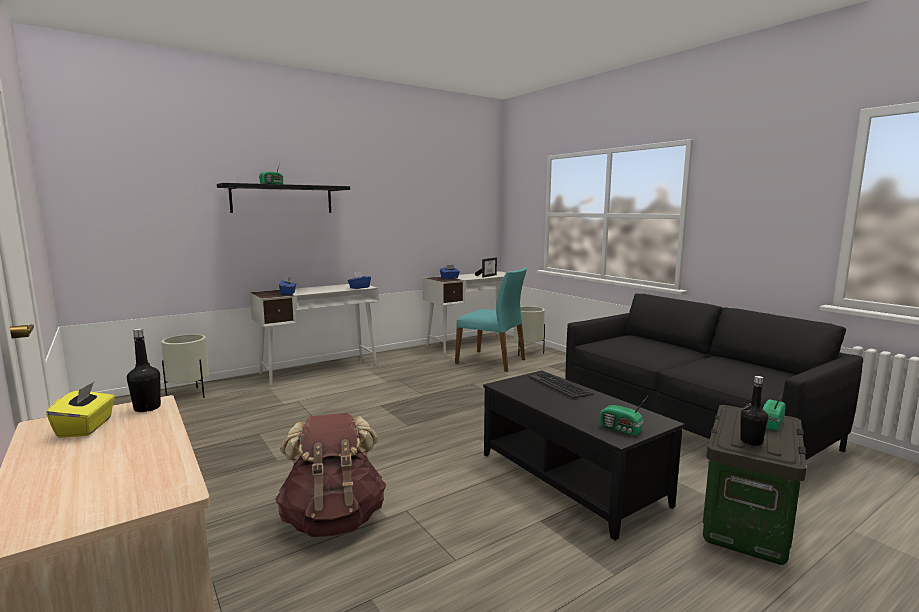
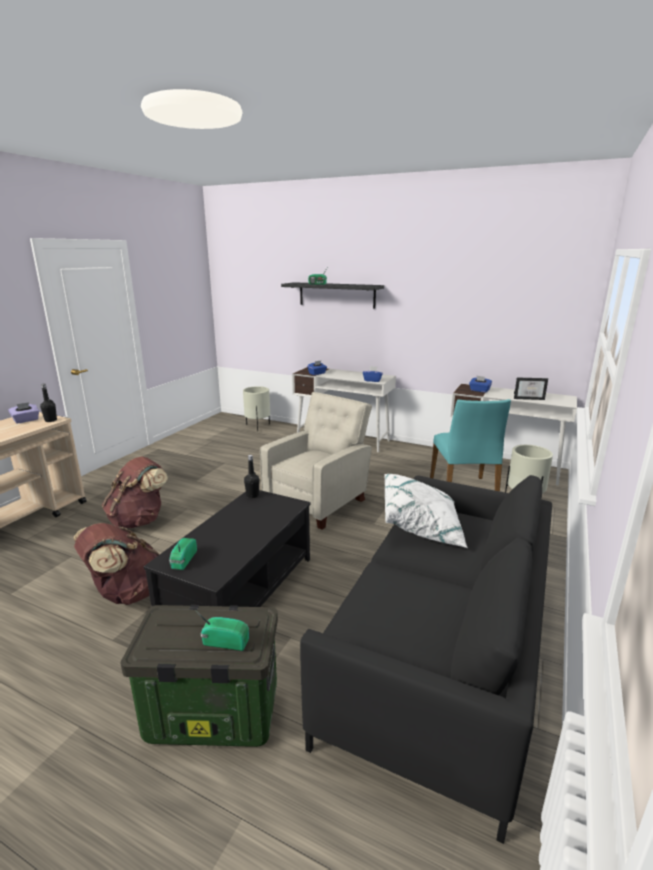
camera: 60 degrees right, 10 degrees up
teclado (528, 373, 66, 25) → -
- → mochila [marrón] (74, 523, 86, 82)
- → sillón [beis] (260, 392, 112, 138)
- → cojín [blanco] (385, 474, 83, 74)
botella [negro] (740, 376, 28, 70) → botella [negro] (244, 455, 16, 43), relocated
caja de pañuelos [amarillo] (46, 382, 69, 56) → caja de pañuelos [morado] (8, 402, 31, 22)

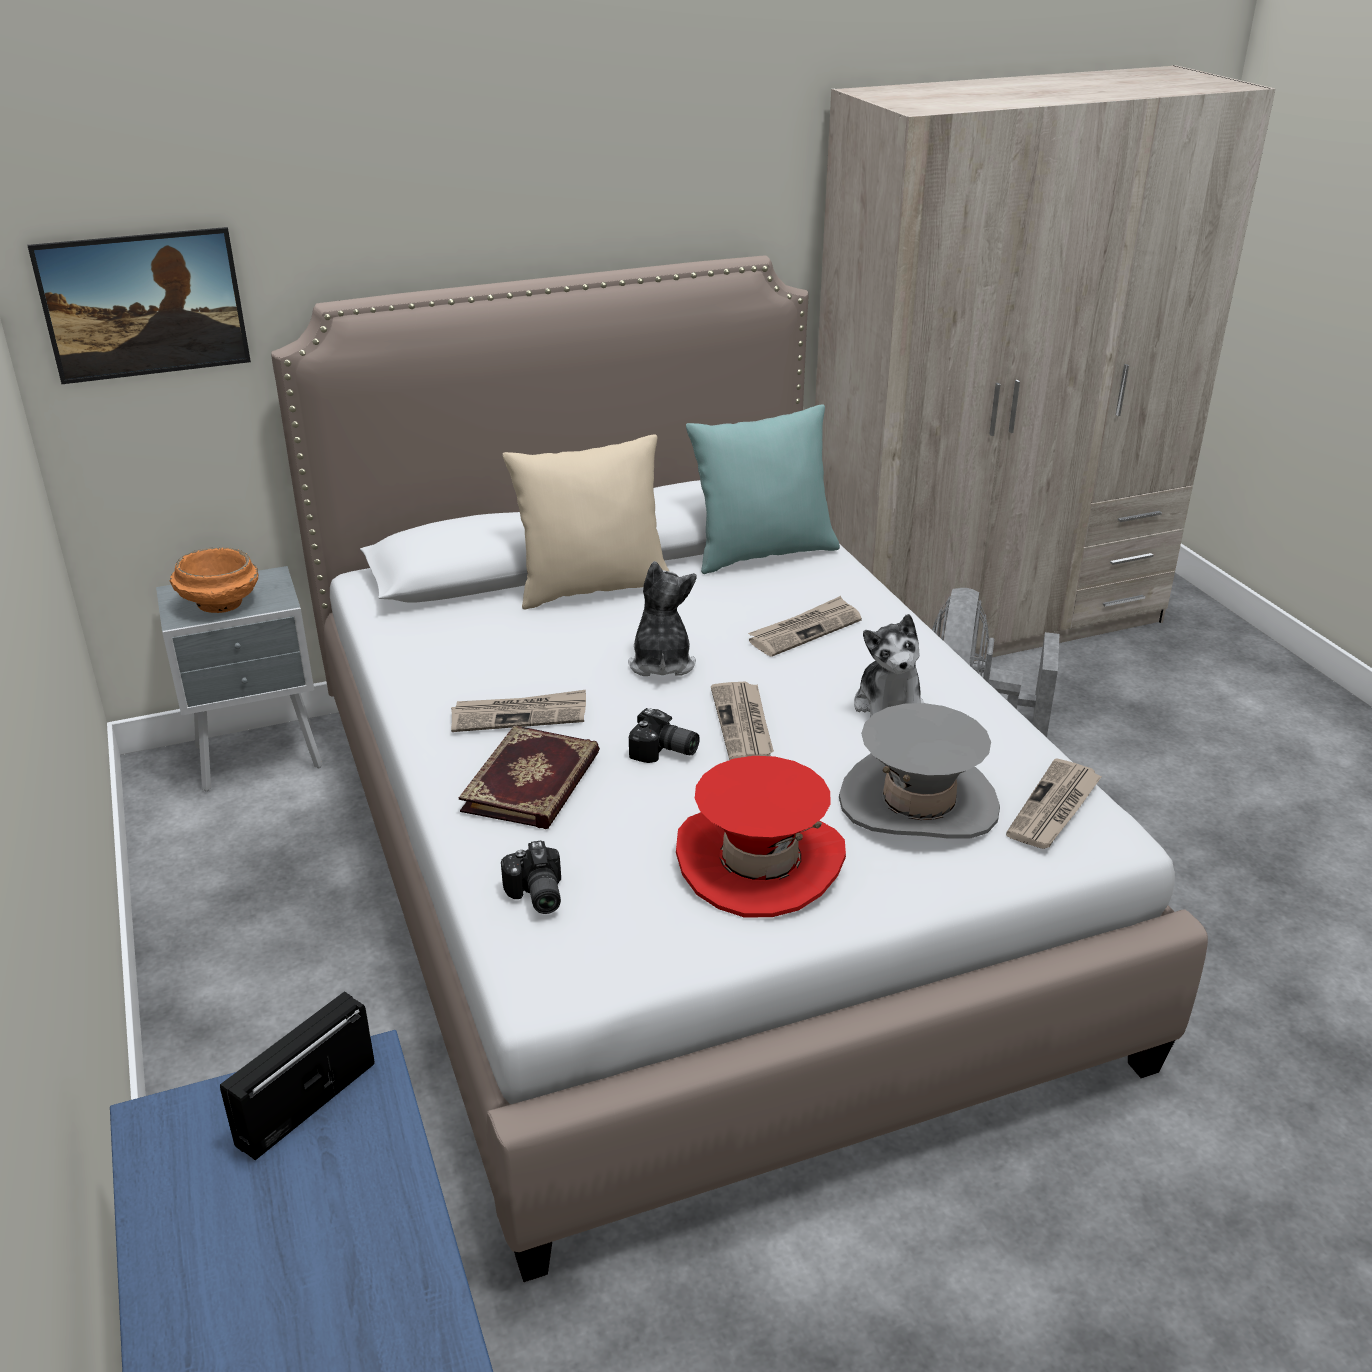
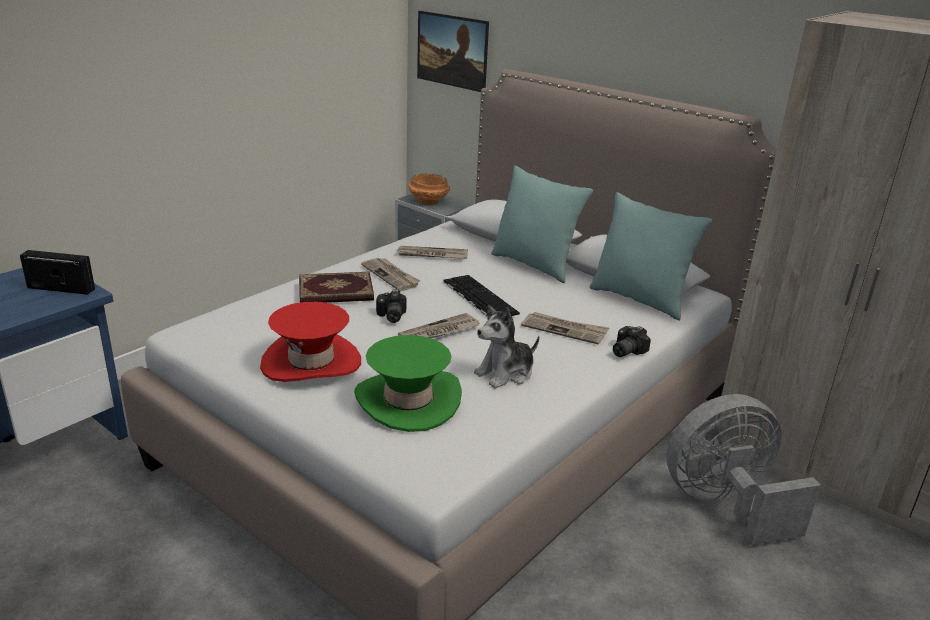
camera: 60 degrees right, 5 degrees down
cámara (501, 841, 60, 73) → cámara (613, 326, 38, 31), relocated
periódico (1006, 758, 96, 91) → periódico (396, 246, 72, 13), relocated
peluche (628, 561, 69, 115) → teclado (443, 275, 77, 42)
cojín [beis] (503, 434, 166, 176) → cojín [turquesa] (491, 165, 102, 118)
sombrero [gris] (839, 703, 161, 136) → sombrero [verde] (354, 335, 108, 97)

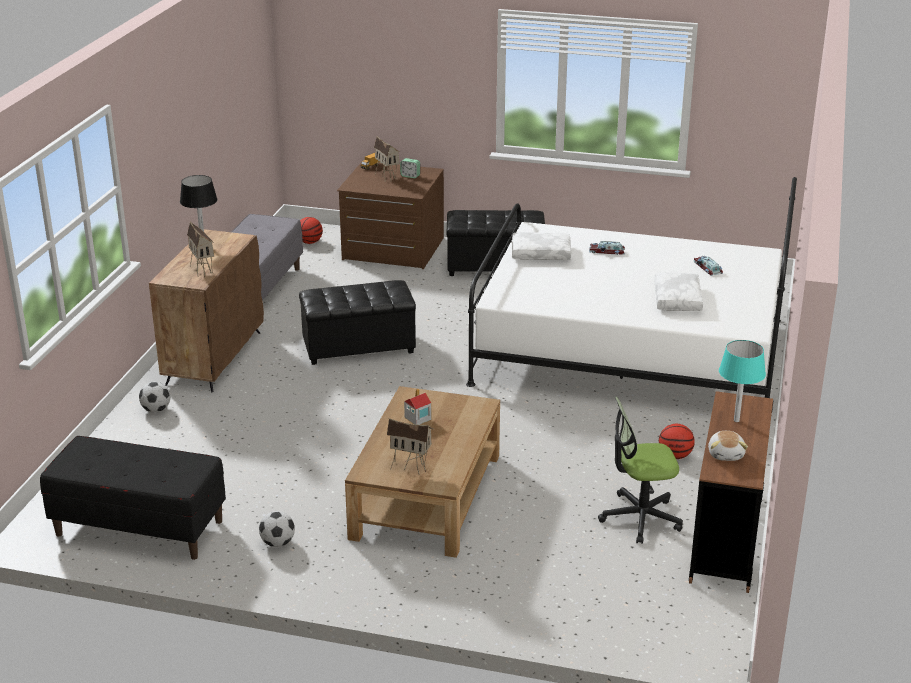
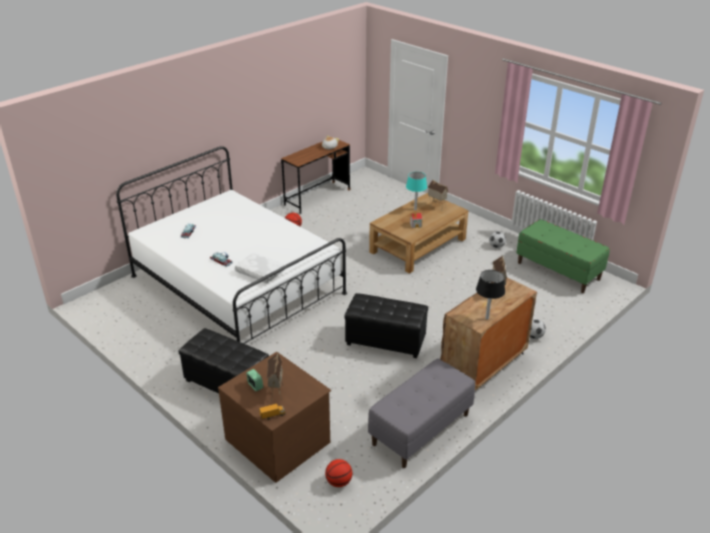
camera: 150 degrees left, 5 degrees up
silla de oficina (598, 396, 85, 148) → -
cojín [blanco] (654, 272, 49, 39) → -
lámpara de mesa [turquesa] (719, 340, 47, 82) → lámpara de mesa [turquesa] (406, 172, 21, 38), relocated
banco [negro] (40, 436, 186, 124) → banco [verde] (516, 219, 94, 74)

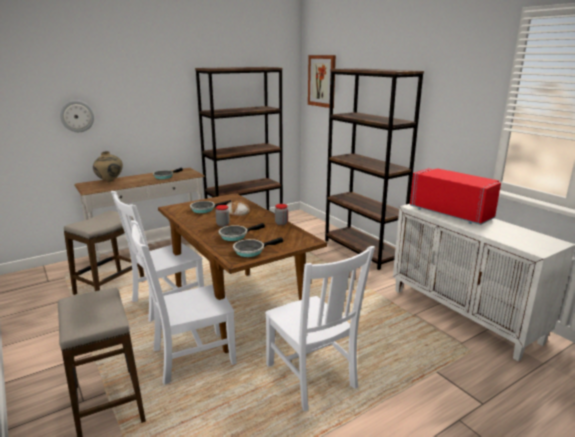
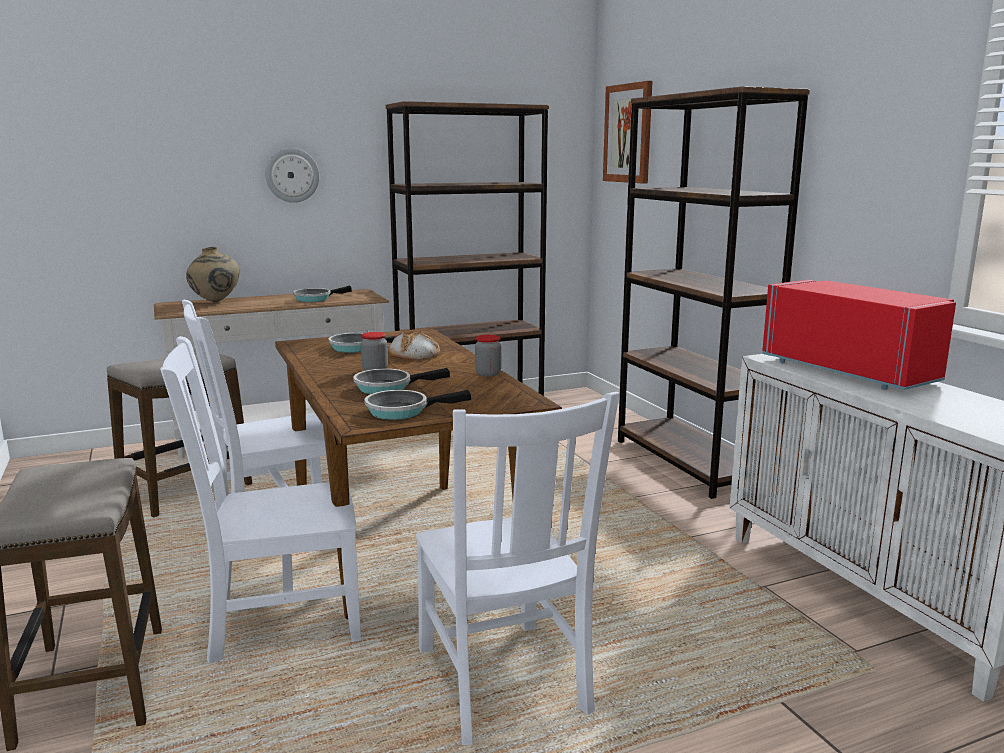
camera: 10 degrees right, 5 degrees down
reloj de pared (60, 100, 34, 32) → reloj de pared (265, 148, 54, 55), relocated

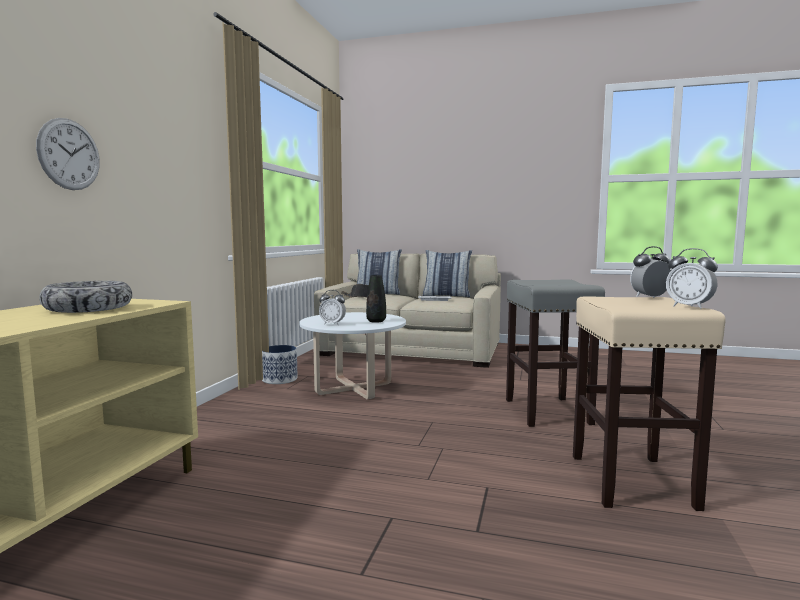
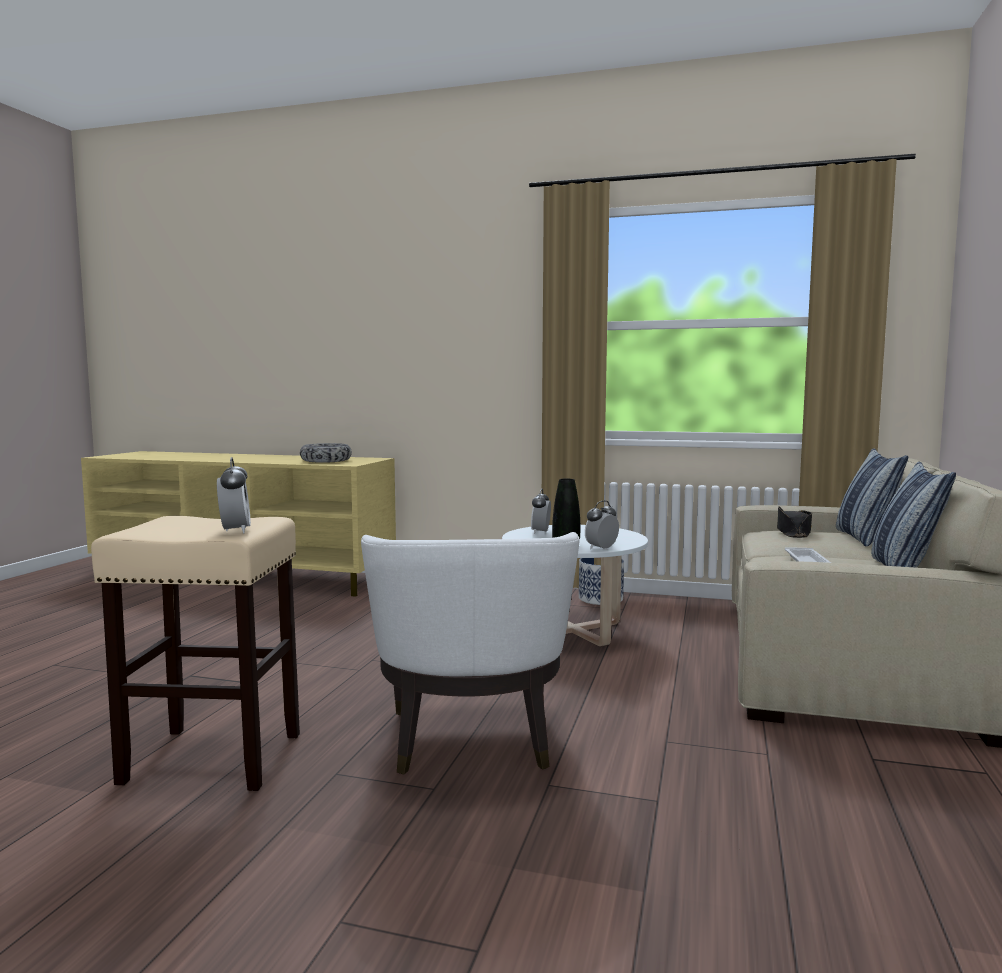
camera: 90 degrees right, 0 degrees up
reloj de pared (36, 118, 64, 72) → -
despertador (666, 248, 52, 61) → despertador (585, 501, 34, 49), relocated
taburete [gris] (506, 279, 99, 148) → sillón [blanco] (361, 532, 218, 243)

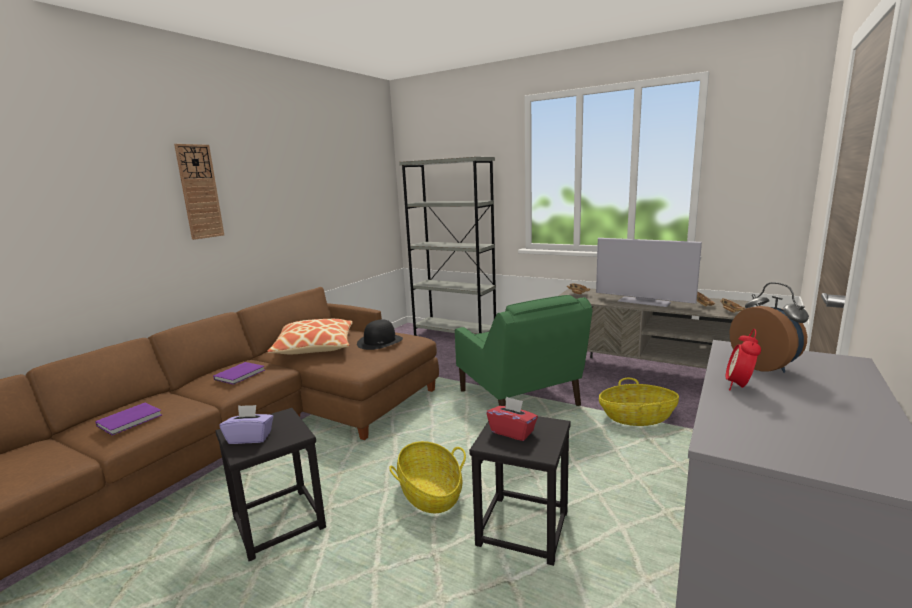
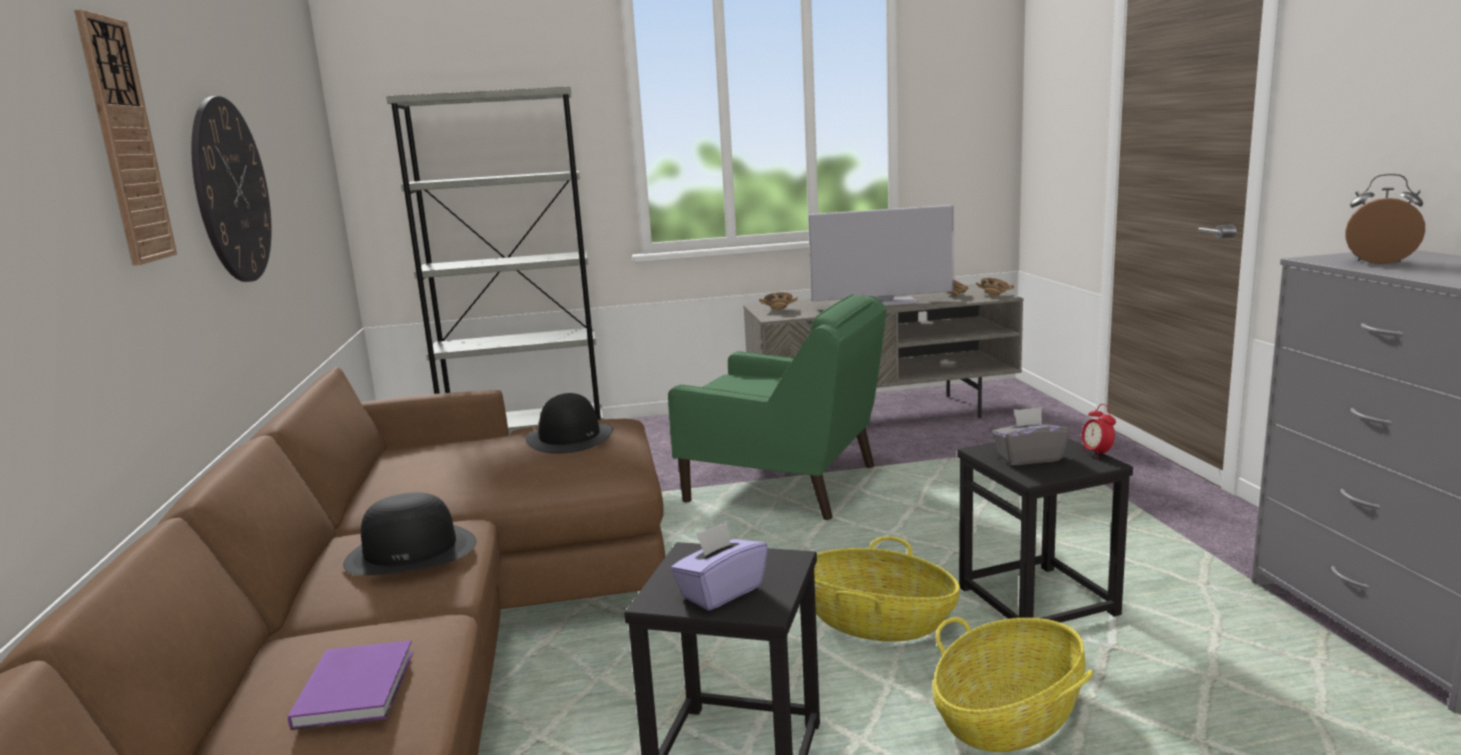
camera: 40 degrees left, 0 degrees up
cojín (267, 319, 86, 35) → -
- → reloj de pared (191, 96, 81, 186)
cesta (599, 378, 80, 48) → cesta (932, 617, 161, 135), relocated
despertador (726, 329, 35, 62) → despertador (1082, 404, 34, 54), relocated
libro [morado] (213, 362, 52, 23) → sombrero [negro] (343, 492, 133, 84)
caja de pañuelos [rojo] (487, 396, 51, 45) → caja de pañuelos [gris] (992, 407, 78, 58)

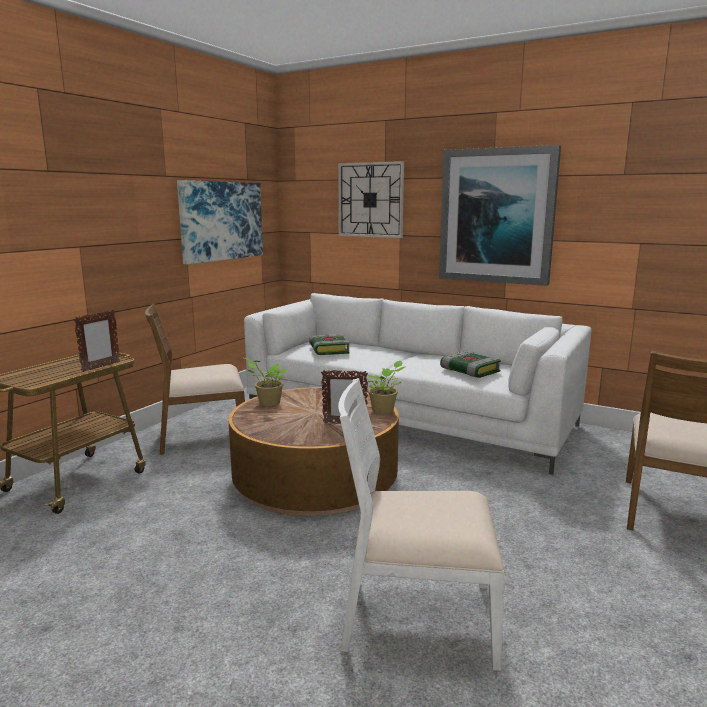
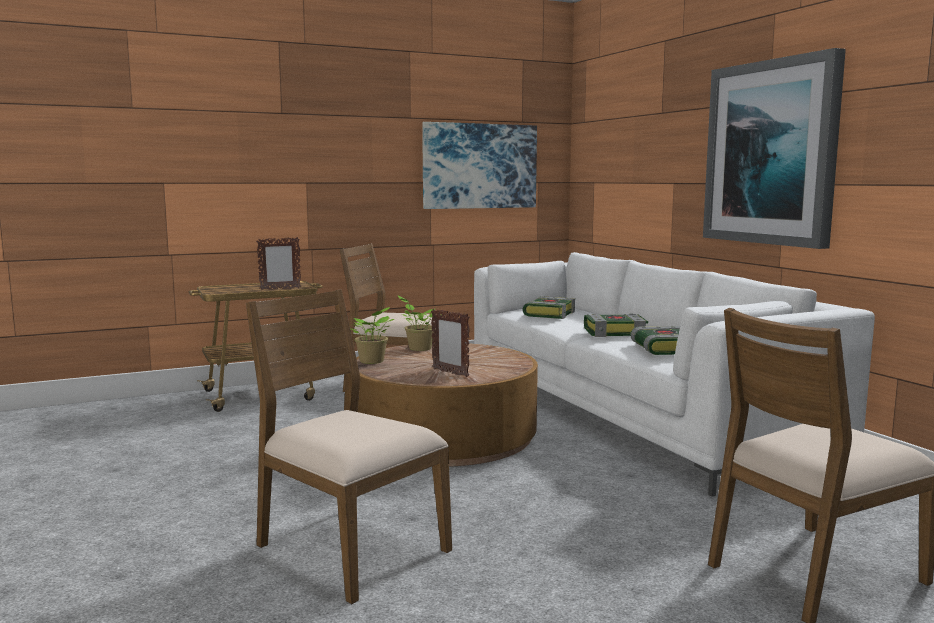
camera: 35 degrees right, 5 degrees down
reloj de pared (338, 161, 66, 77) → -
- → libro (584, 313, 64, 24)
planta en maceta (367, 361, 39, 53) → planta en maceta (350, 307, 44, 57), relocated
silla [blanco] (338, 378, 166, 293) → silla [marrón] (246, 289, 206, 315)

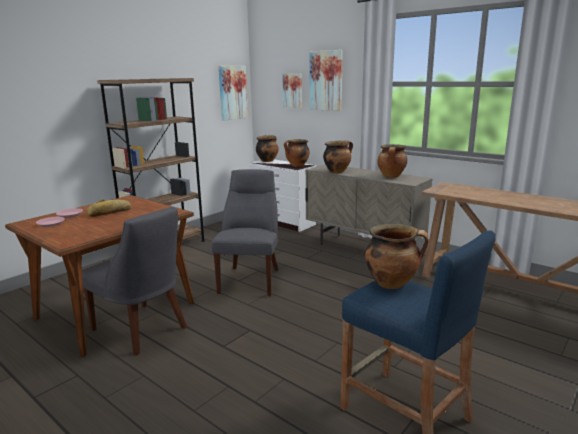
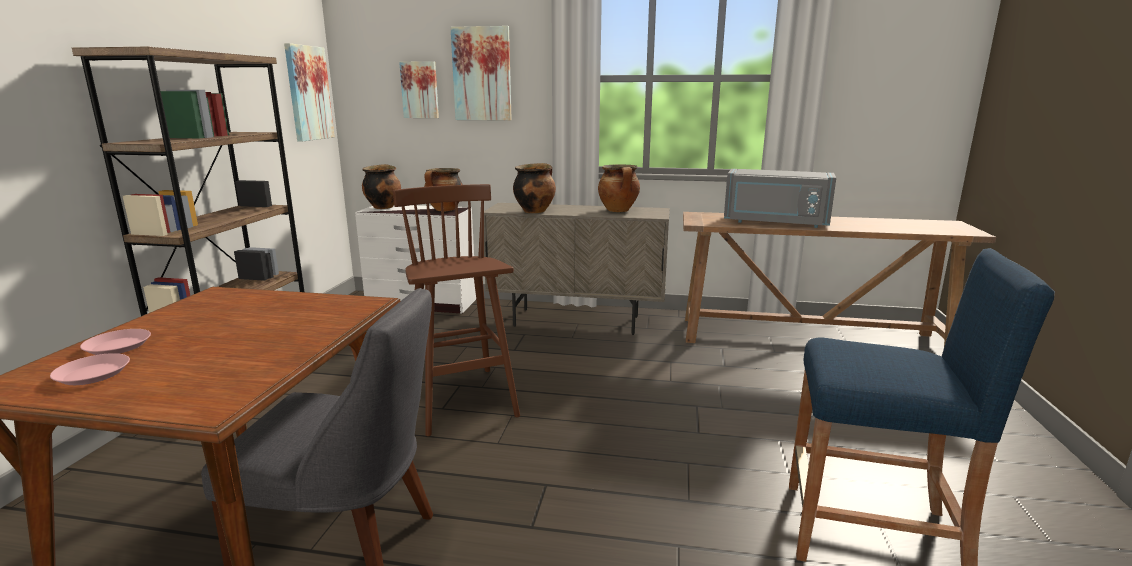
camera: 30 degrees left, 0 degrees up
pan (87, 200, 44, 17) → -
olla (365, 224, 64, 65) → -
- → microondas [gris] (724, 169, 112, 59)
silla [gris] (212, 169, 66, 127) → taburete [marrón] (393, 184, 127, 252)

